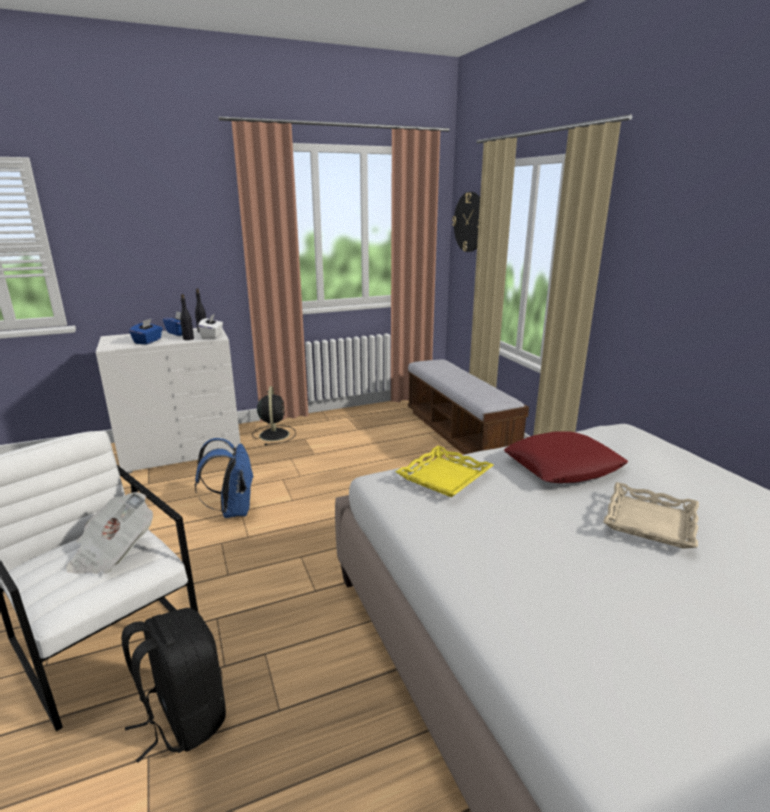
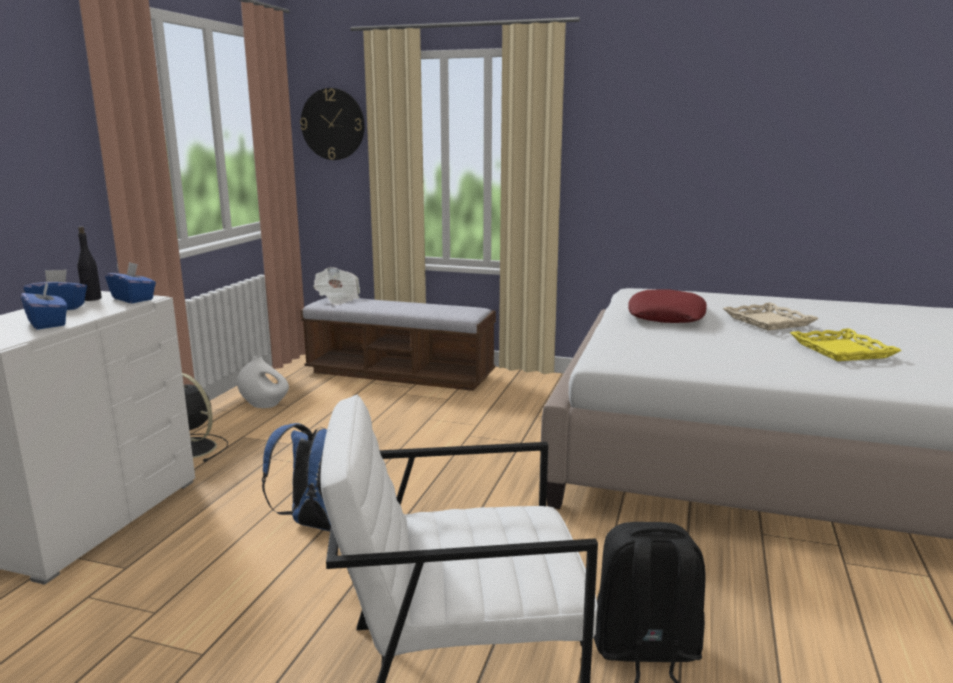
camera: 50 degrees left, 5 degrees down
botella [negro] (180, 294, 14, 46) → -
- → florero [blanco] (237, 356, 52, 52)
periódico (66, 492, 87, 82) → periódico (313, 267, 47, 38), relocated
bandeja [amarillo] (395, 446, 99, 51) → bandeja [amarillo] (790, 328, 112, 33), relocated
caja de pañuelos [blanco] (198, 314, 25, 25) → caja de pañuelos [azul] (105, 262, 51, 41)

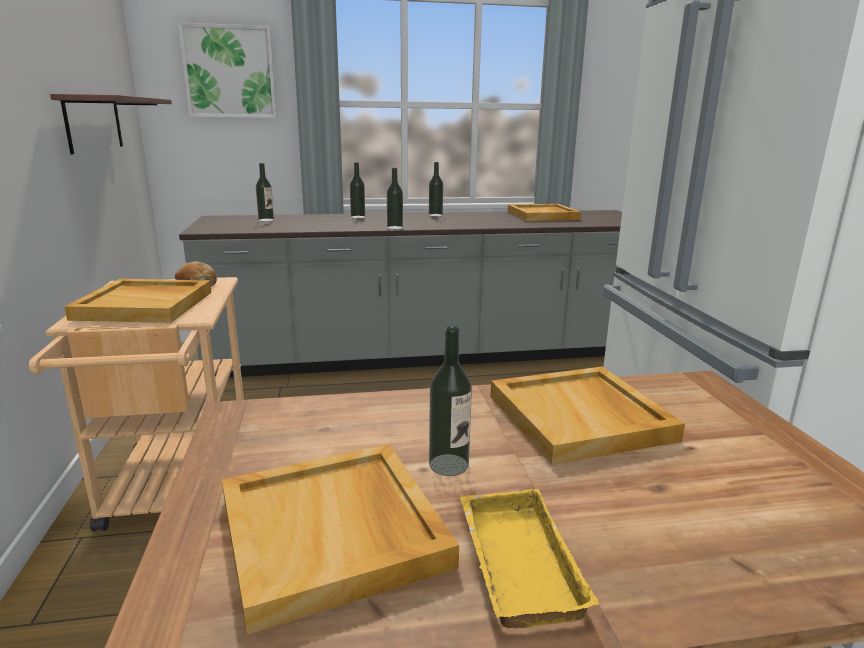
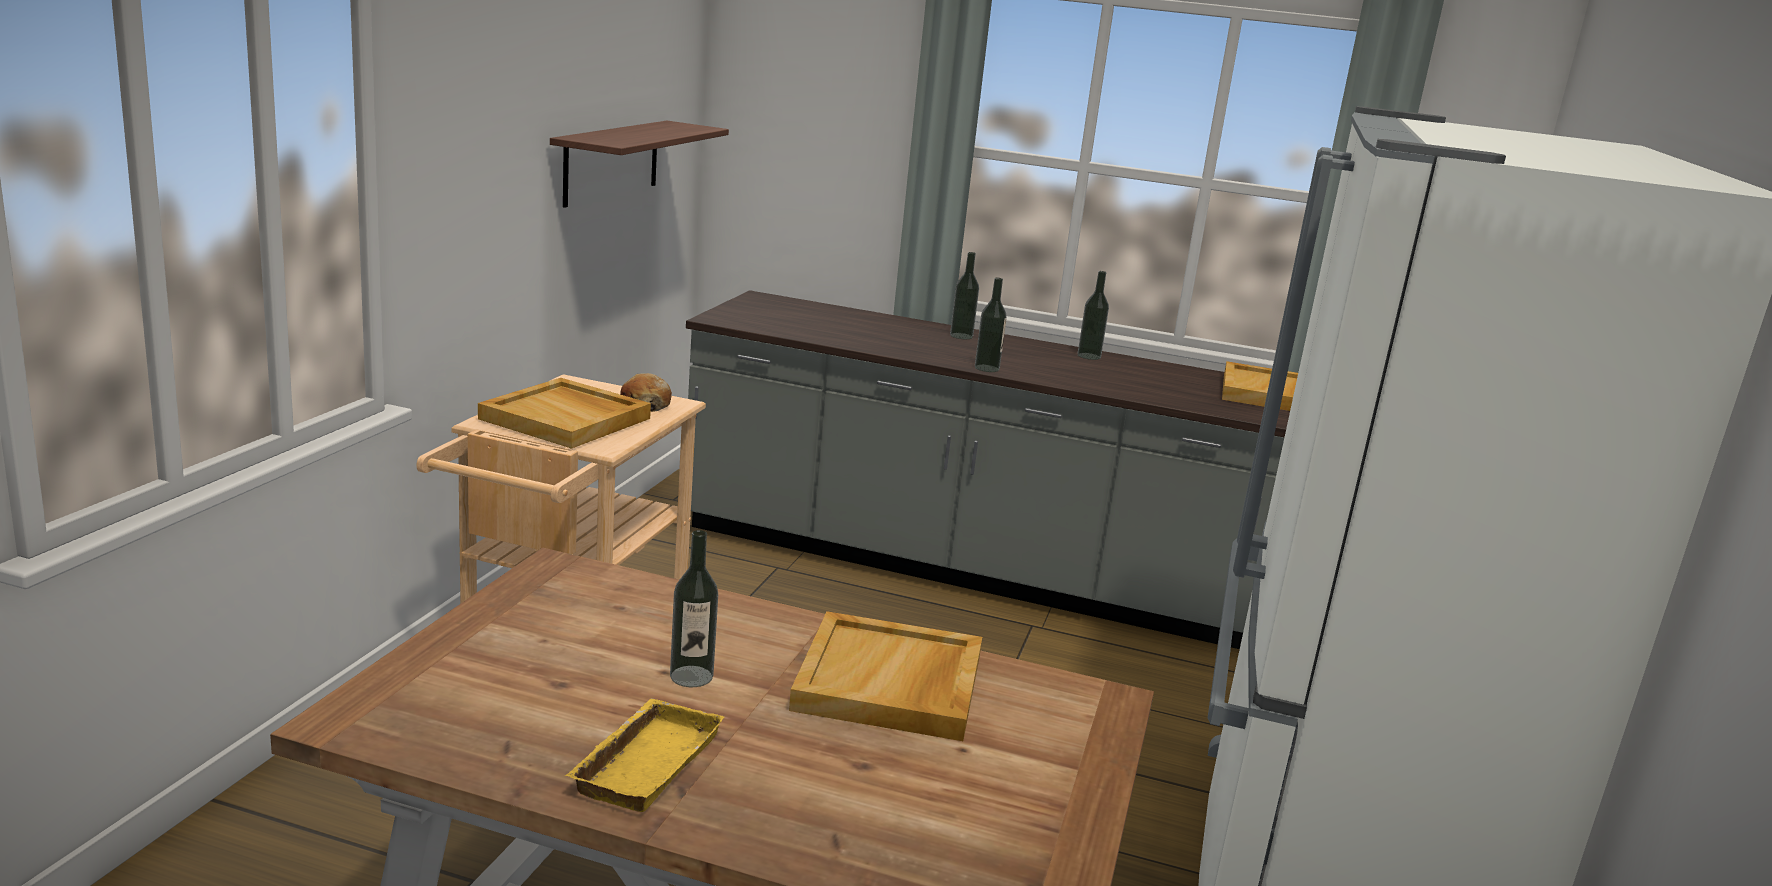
camera: 25 degrees right, 0 degrees up
cuadro (178, 23, 99, 95) → -
bandeja [beis] (222, 444, 237, 191) → -
botella (256, 163, 18, 58) → -

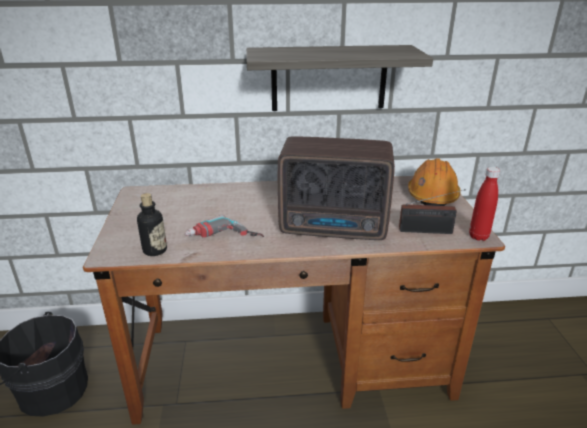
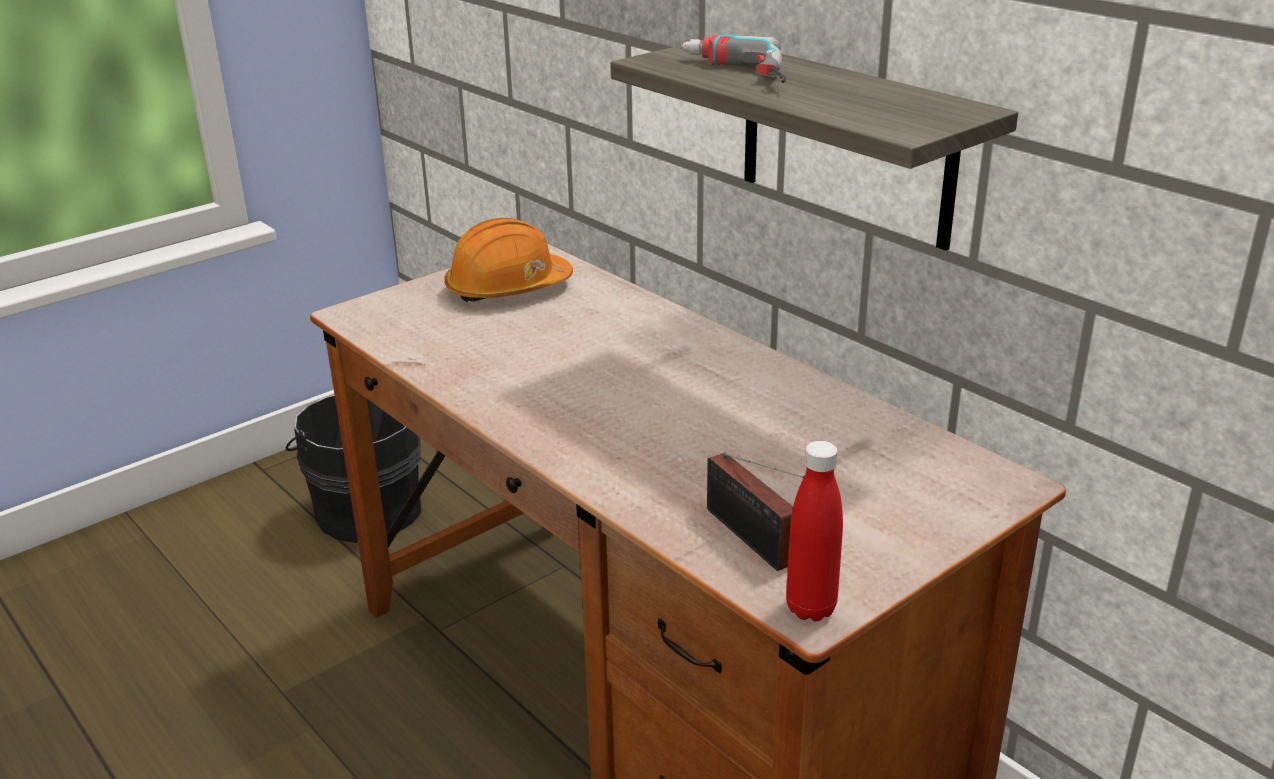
camera: 55 degrees right, 0 degrees up
botella (137, 193, 30, 63) → -
radio (278, 136, 117, 104) → -
taladro (185, 215, 79, 23) → taladro (681, 35, 105, 48), relocated
casco [naranja] (408, 158, 53, 48) → casco [naranja] (445, 218, 128, 84), relocated

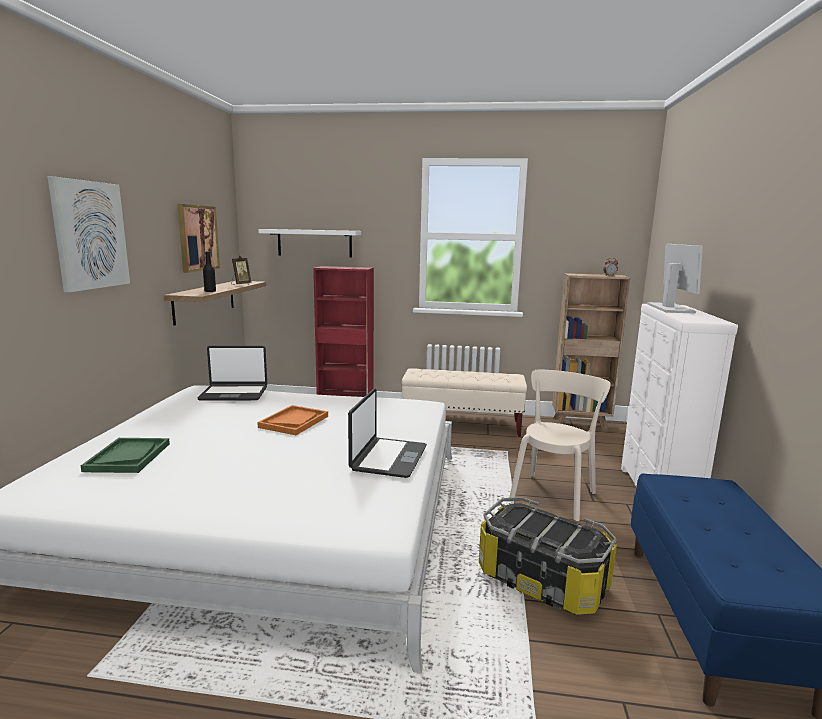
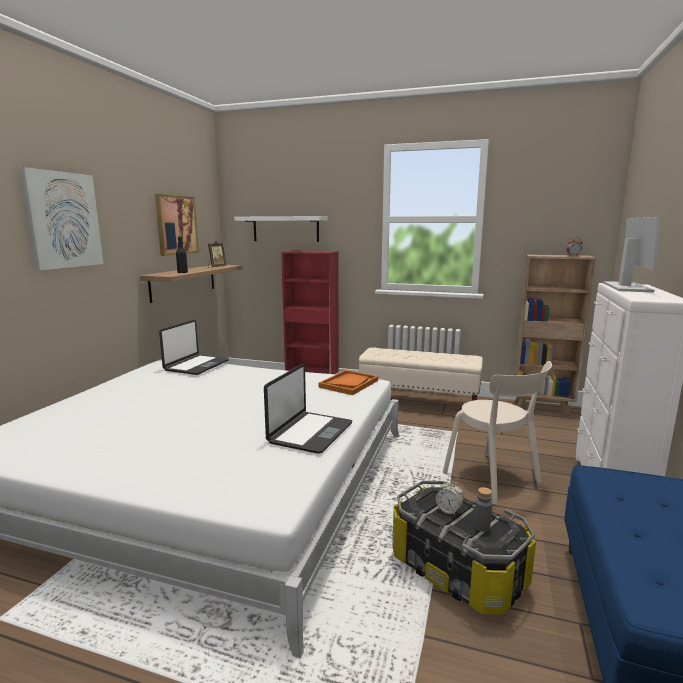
camera: 10 degrees right, 0 degrees up
bandeja [verde] (81, 438, 89, 35) → -
- → despertador (436, 480, 27, 35)
- → botella [gris] (474, 487, 18, 45)
bandeja [naranja] (257, 405, 71, 30) → bandeja [naranja] (319, 370, 59, 25), relocated
portátil (198, 346, 69, 55) → portátil (159, 320, 70, 55), 75 degrees counterclockwise
silla [beis] (509, 370, 102, 151) → silla [beis] (443, 361, 109, 144), 105 degrees clockwise

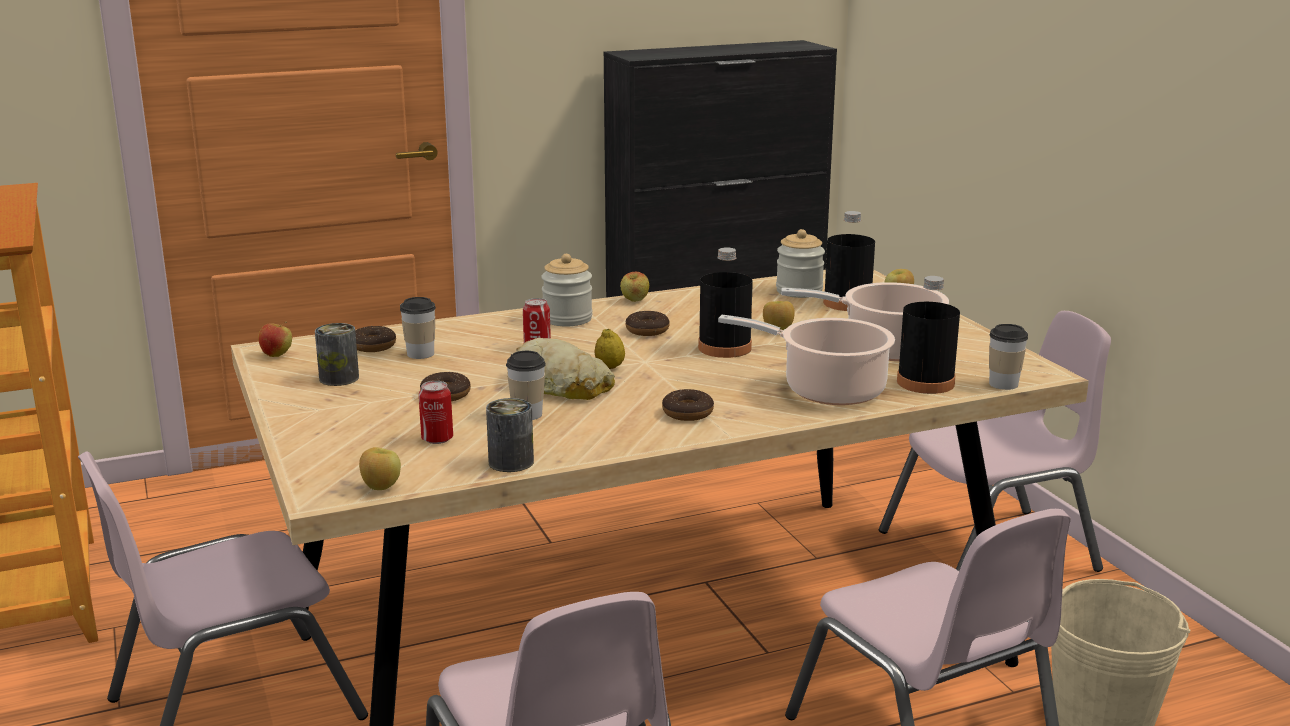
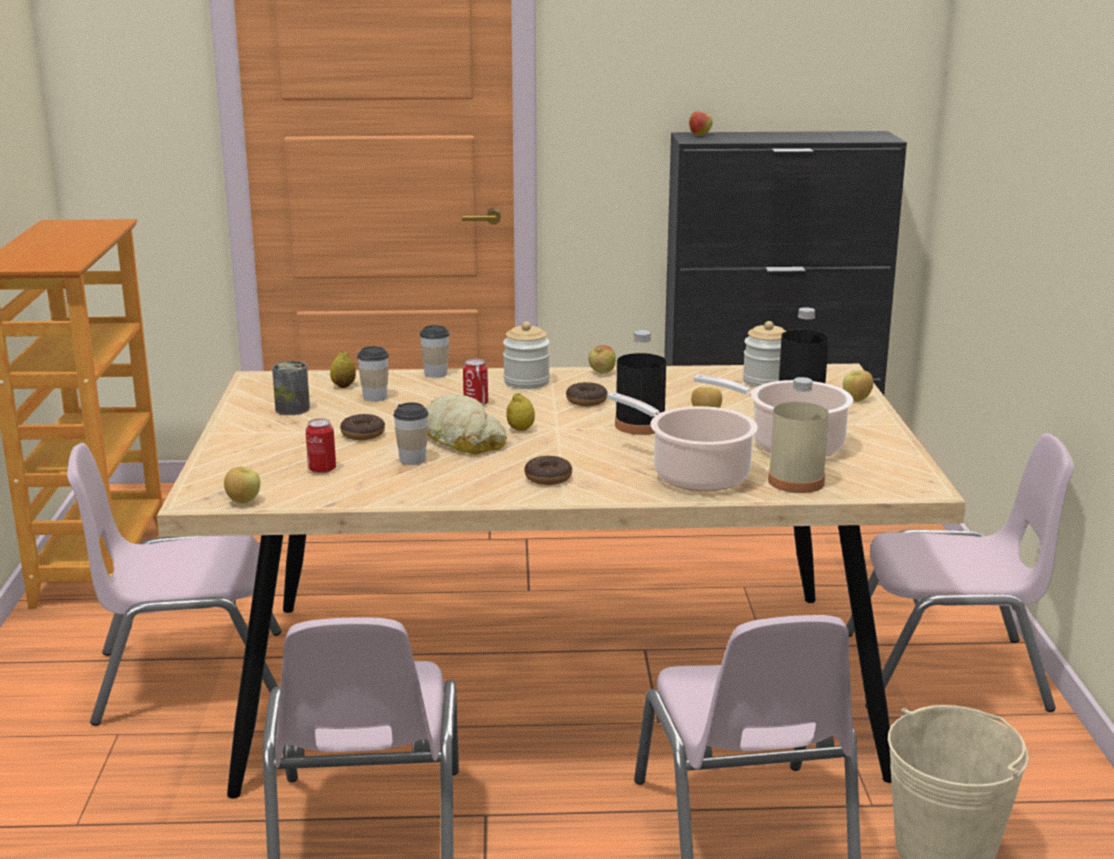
camera: 20 degrees right, 0 degrees up
lata (486, 398, 48, 74) → -
manzana (258, 321, 34, 36) → manzana (689, 111, 24, 25), relocated
taza (989, 324, 39, 66) → taza (420, 325, 30, 53), relocated
rosquilla (355, 326, 41, 26) → limón (330, 351, 26, 37)
botella [negro] (897, 276, 63, 118) → botella [beis] (768, 377, 61, 116)

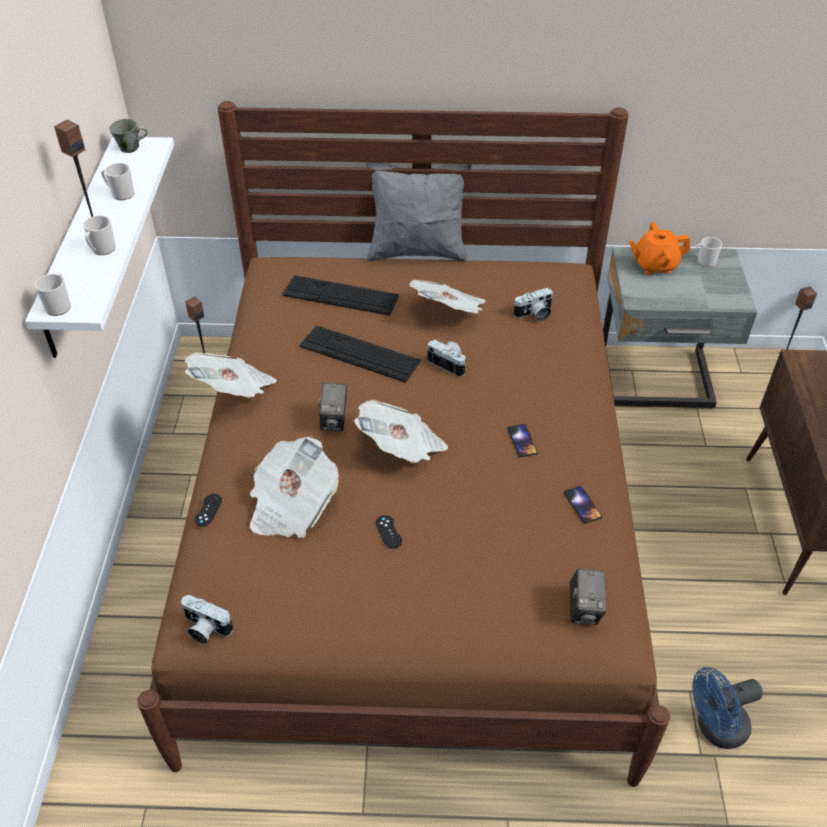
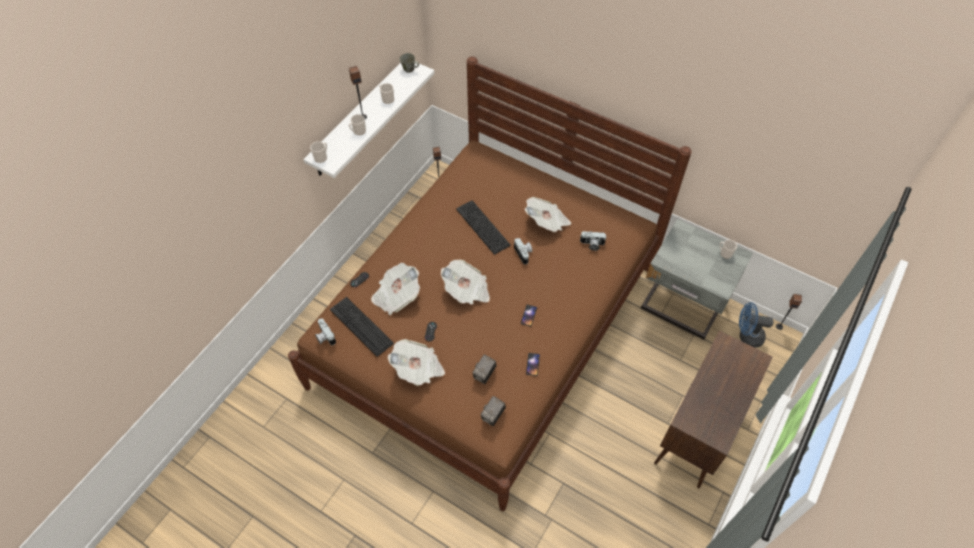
camera: 30 degrees right, 10 degrees up
cojín [gris] (366, 162, 106, 100) → -
tetera [naranja] (629, 222, 61, 53) → -
periódico (185, 352, 92, 46) → periódico (388, 339, 57, 47), relocated
teclado (283, 275, 116, 41) → teclado (330, 297, 64, 60), relocated
cámara (318, 382, 29, 49) → cámara (473, 354, 24, 30), relocated
ventilador [azul] (692, 667, 71, 82) → ventilador [azul] (739, 302, 34, 46), relocated

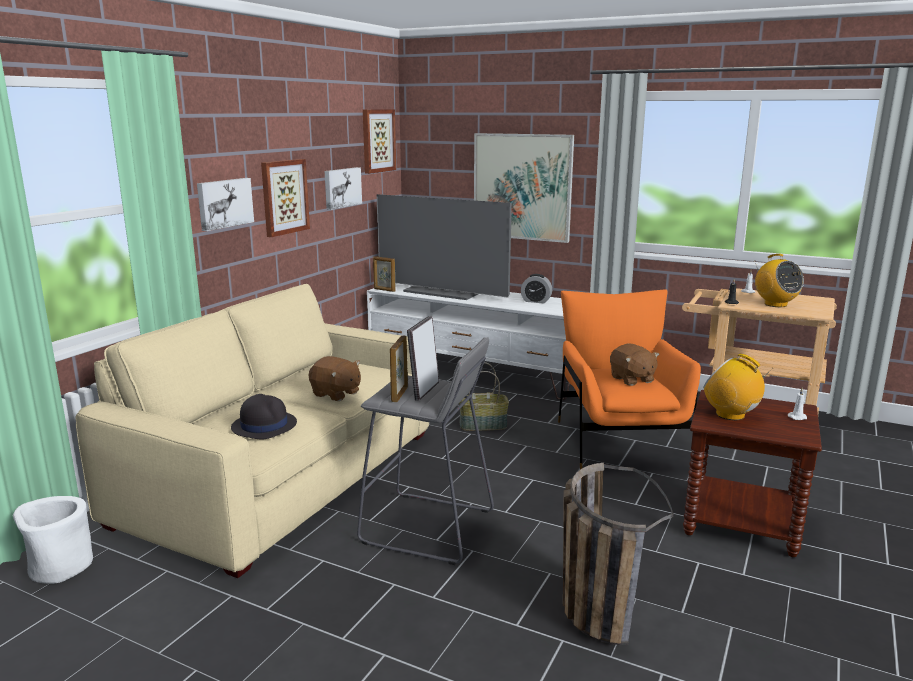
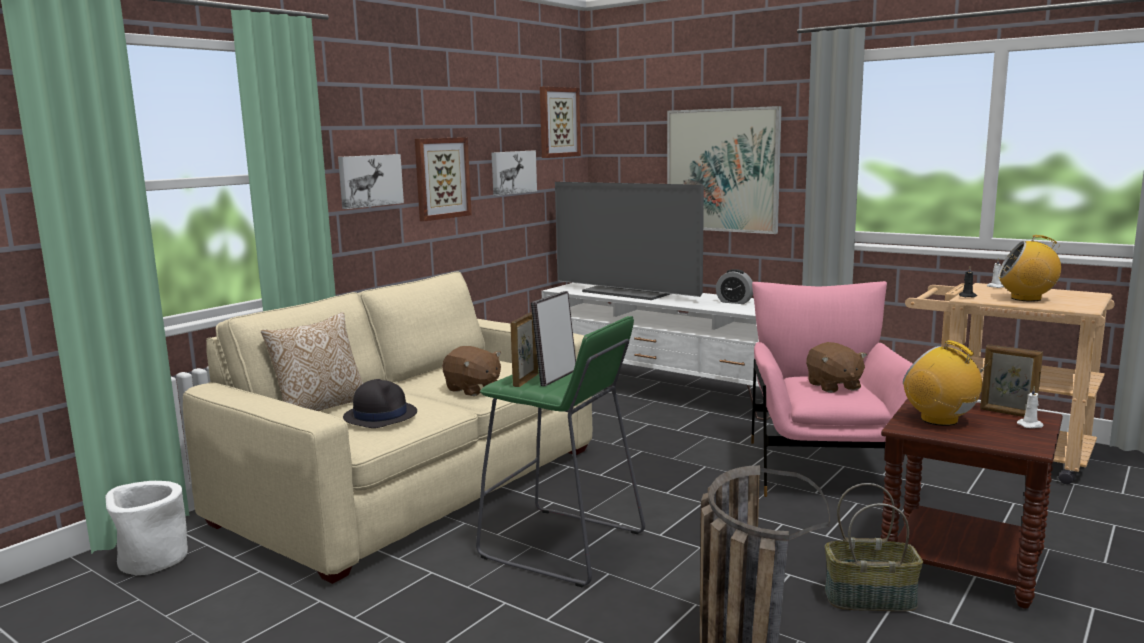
camera: 10 degrees right, 5 degrees down
- → cojín (261, 312, 102, 99)
portarretratos (373, 256, 22, 36) → portarretratos (980, 344, 63, 73), relocated
cesta (459, 362, 50, 69) → cesta (825, 483, 98, 128), relocated
taburete [gris] (357, 337, 137, 228) → taburete [verde] (476, 316, 169, 271)
sillón [naranja] (558, 289, 143, 180) → sillón [rosa] (751, 281, 162, 216)
radio (754, 254, 50, 53) → radio (998, 235, 63, 67), 120 degrees clockwise

